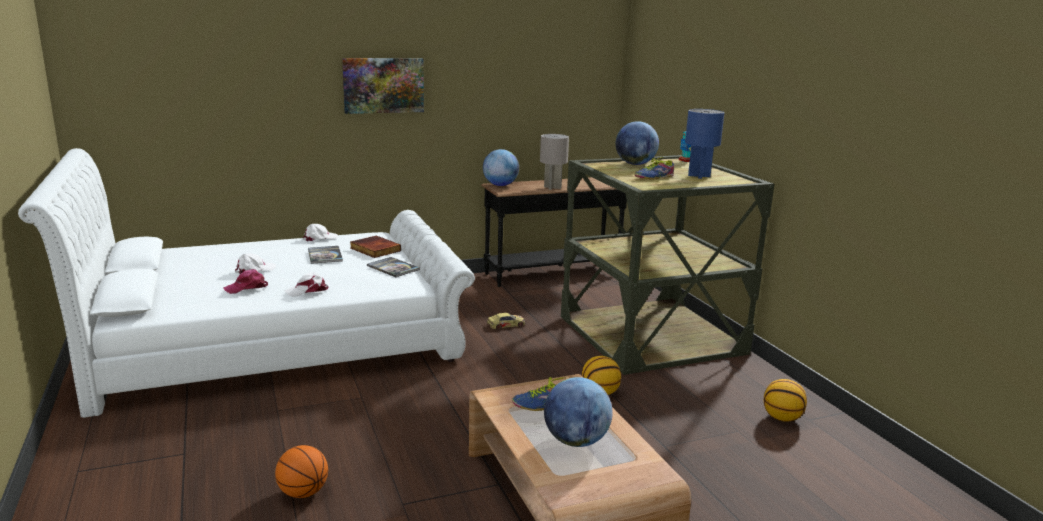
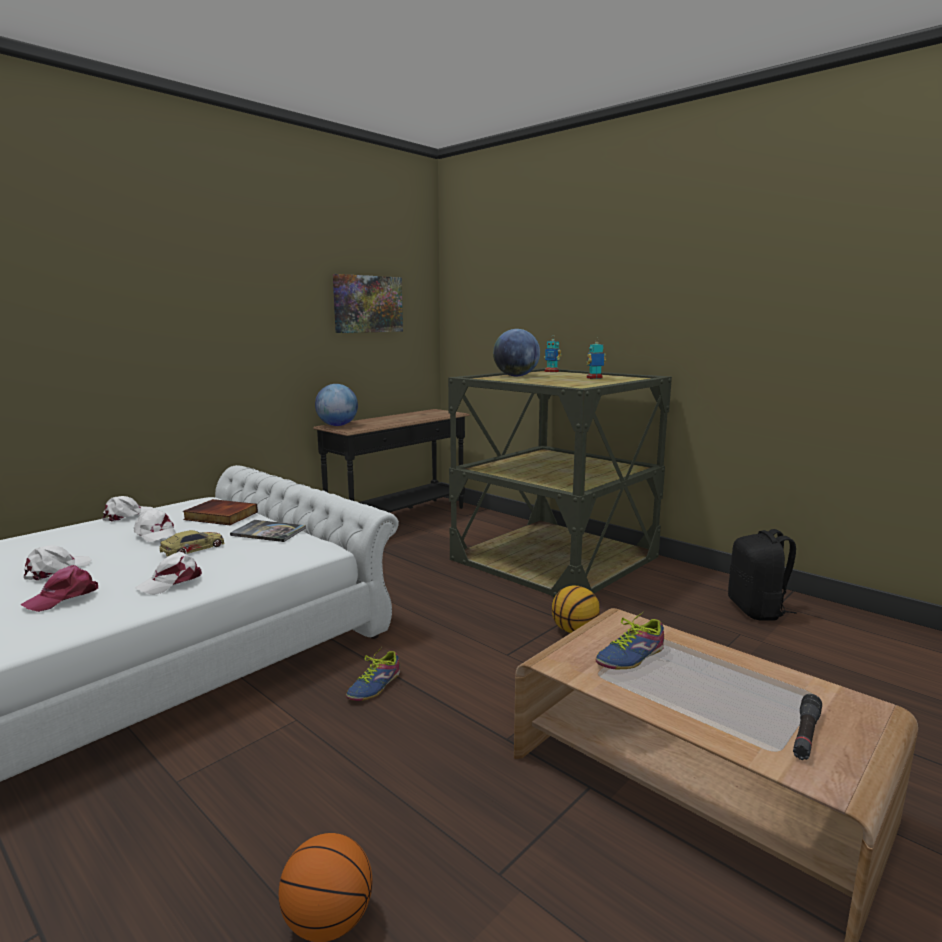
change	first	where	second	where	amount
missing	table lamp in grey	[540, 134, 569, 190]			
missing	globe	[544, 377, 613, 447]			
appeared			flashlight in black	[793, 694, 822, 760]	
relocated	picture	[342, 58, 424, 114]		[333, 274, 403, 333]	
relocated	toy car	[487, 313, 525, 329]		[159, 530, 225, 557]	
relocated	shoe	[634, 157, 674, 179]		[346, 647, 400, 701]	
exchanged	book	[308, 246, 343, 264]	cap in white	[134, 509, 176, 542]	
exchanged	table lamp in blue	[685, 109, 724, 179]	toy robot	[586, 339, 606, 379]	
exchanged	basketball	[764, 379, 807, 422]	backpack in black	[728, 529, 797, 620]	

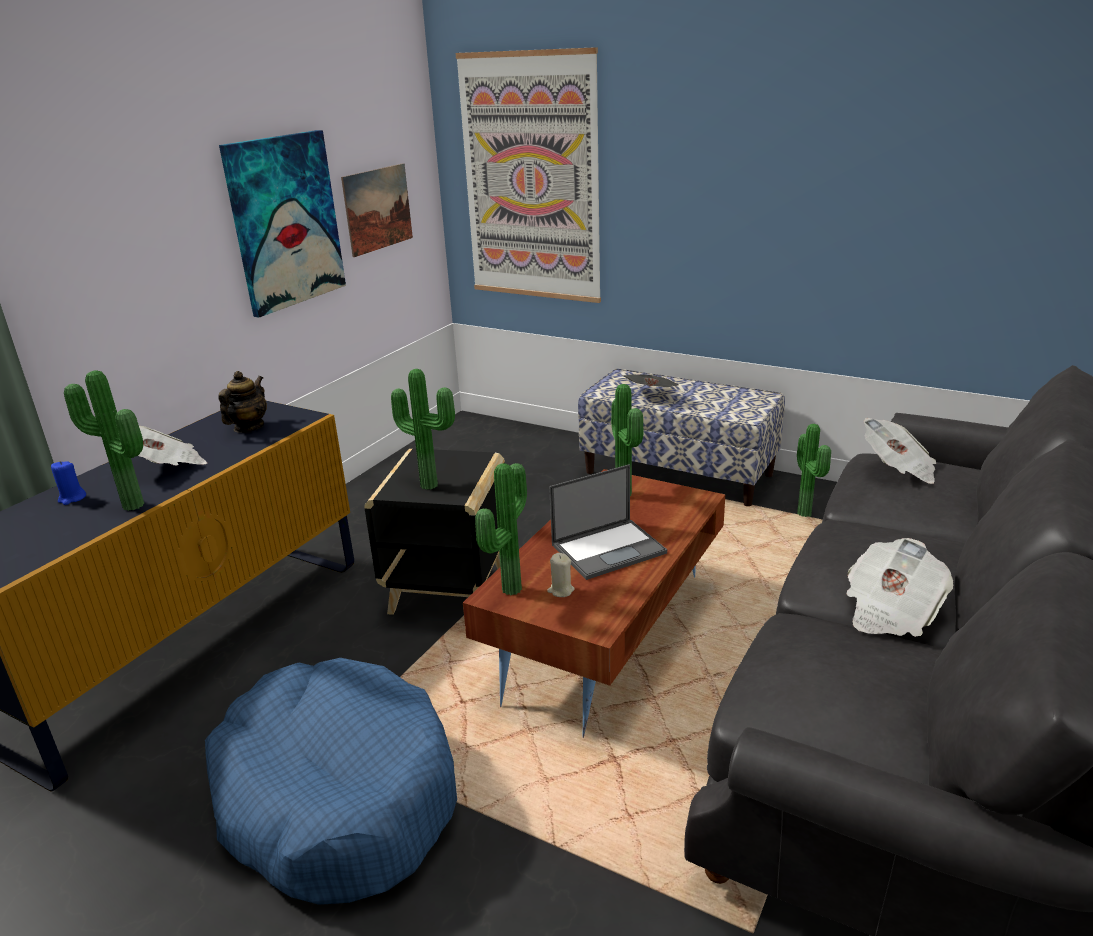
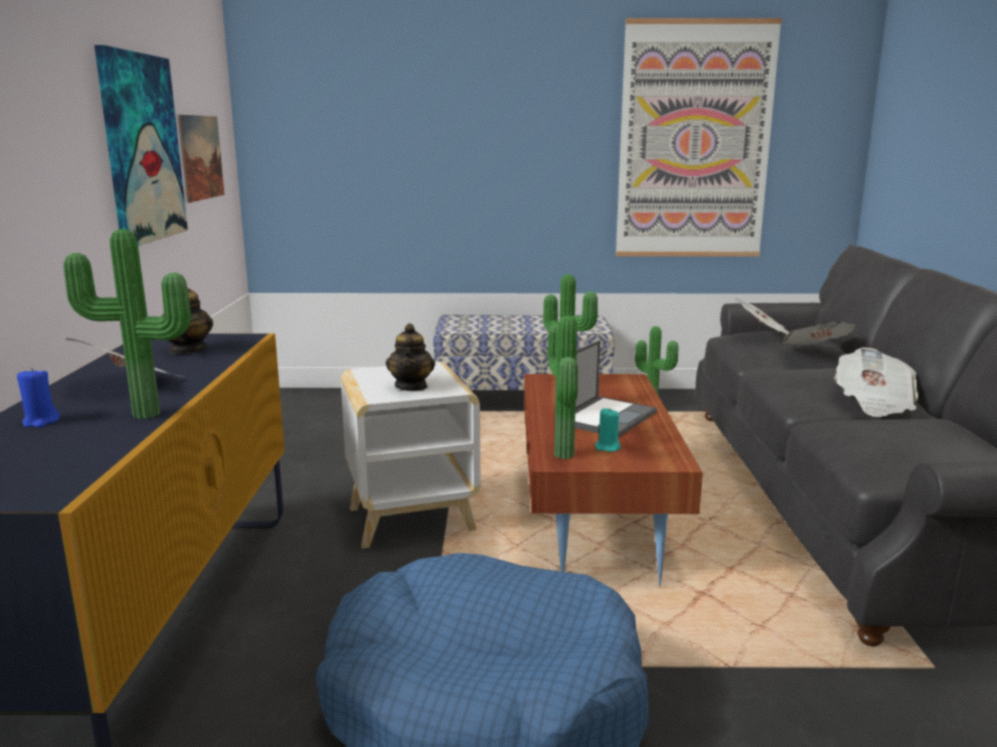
change	first	where	second	where	amount
relocated	picture	[456, 47, 601, 303]		[616, 18, 782, 257]	
relocated	newspaper	[621, 374, 679, 387]		[782, 322, 856, 344]	
exchanged	potted plant	[391, 369, 455, 490]	teapot	[386, 323, 435, 391]	
colour	side table in black	[365, 448, 505, 615]	side table in white	[341, 362, 481, 549]	
colour	candle in beige	[547, 553, 575, 597]	candle in turquoise	[595, 408, 621, 452]	

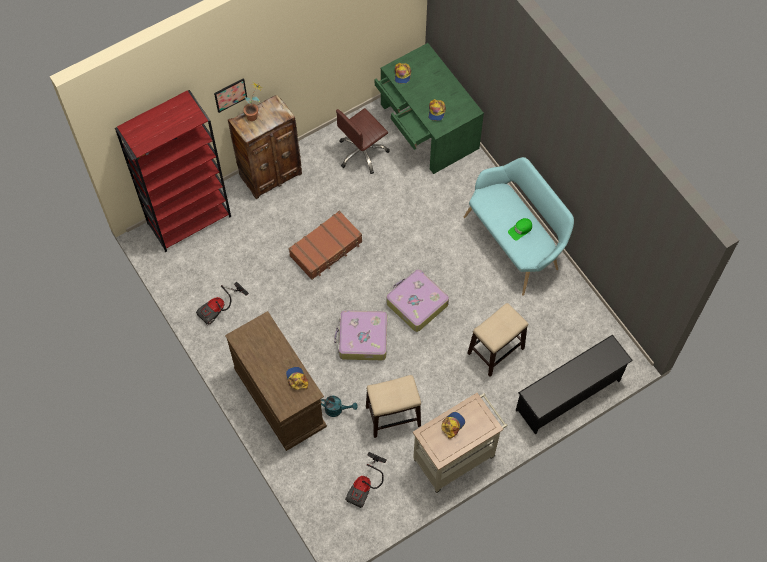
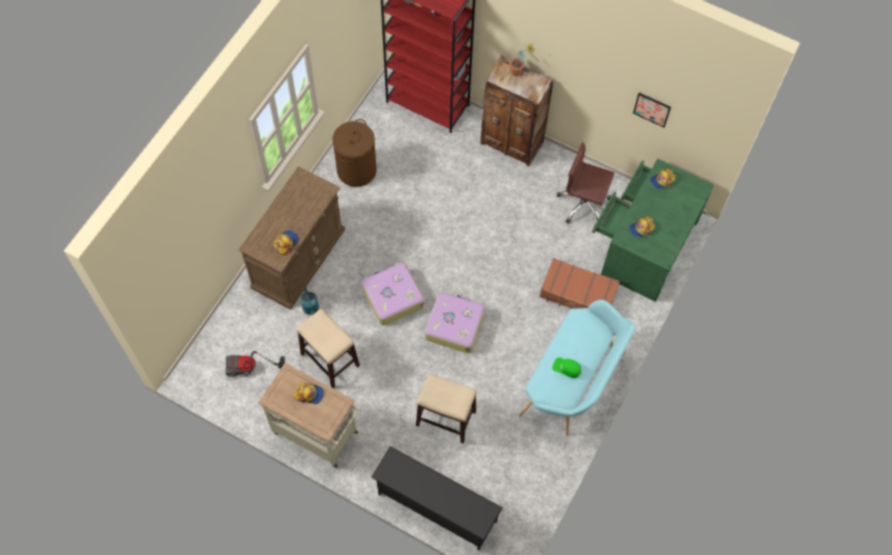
change	first	where	second	where	amount
relocated	picture	[214, 78, 247, 113]		[633, 93, 671, 127]	
relocated	suitcase in brown	[288, 211, 362, 280]		[539, 258, 620, 309]	
exchanged	vacuum cleaner	[196, 281, 249, 325]	laundry basket in brown	[332, 119, 377, 187]	

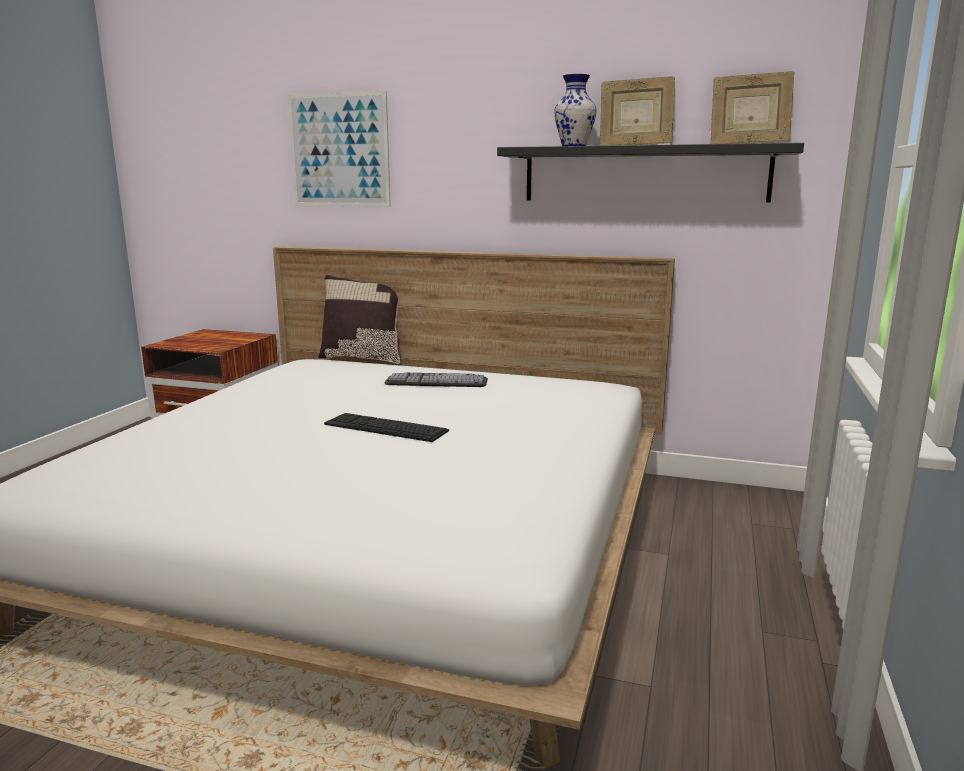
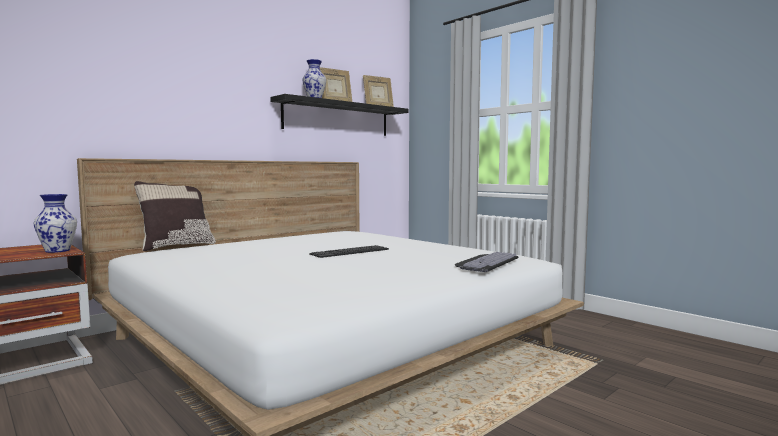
change	first	where	second	where	amount
missing	picture	[288, 91, 391, 207]			
appeared			vase	[33, 194, 77, 253]	
relocated	keyboard	[384, 373, 488, 387]		[455, 252, 518, 272]	

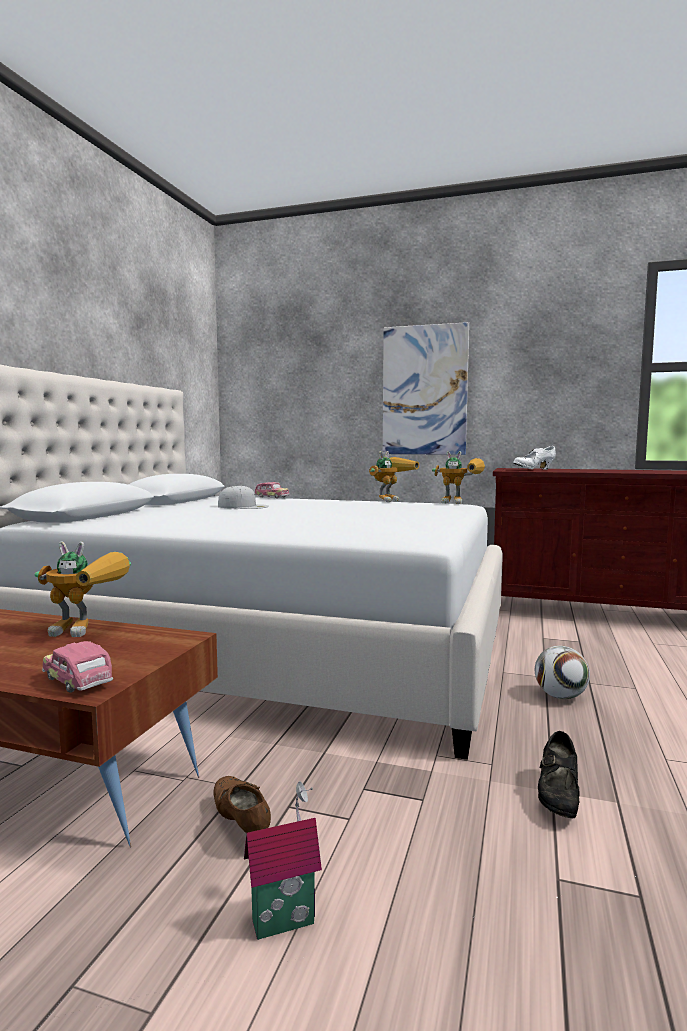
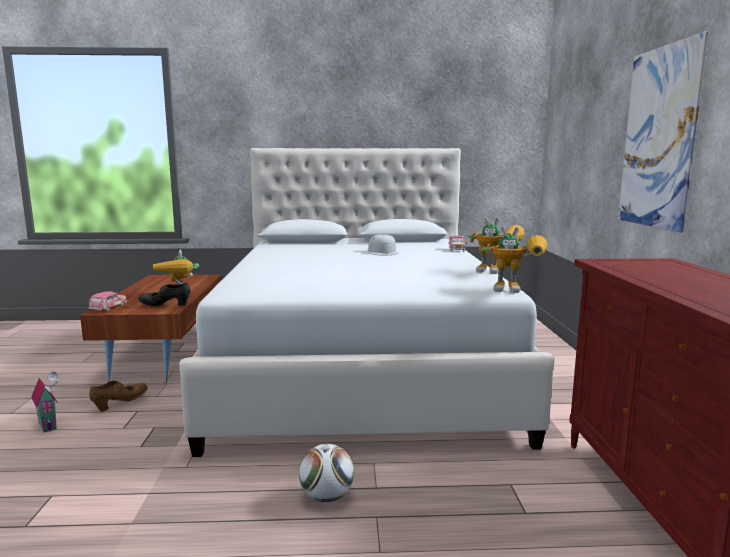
change	first	where	second	where	amount
missing	shoe in white	[513, 446, 556, 470]			
relocated	shoe in black	[538, 731, 580, 818]		[138, 282, 190, 306]	
spun	toy robot	[432, 451, 485, 504]		[482, 227, 548, 293]	75 degrees counterclockwise

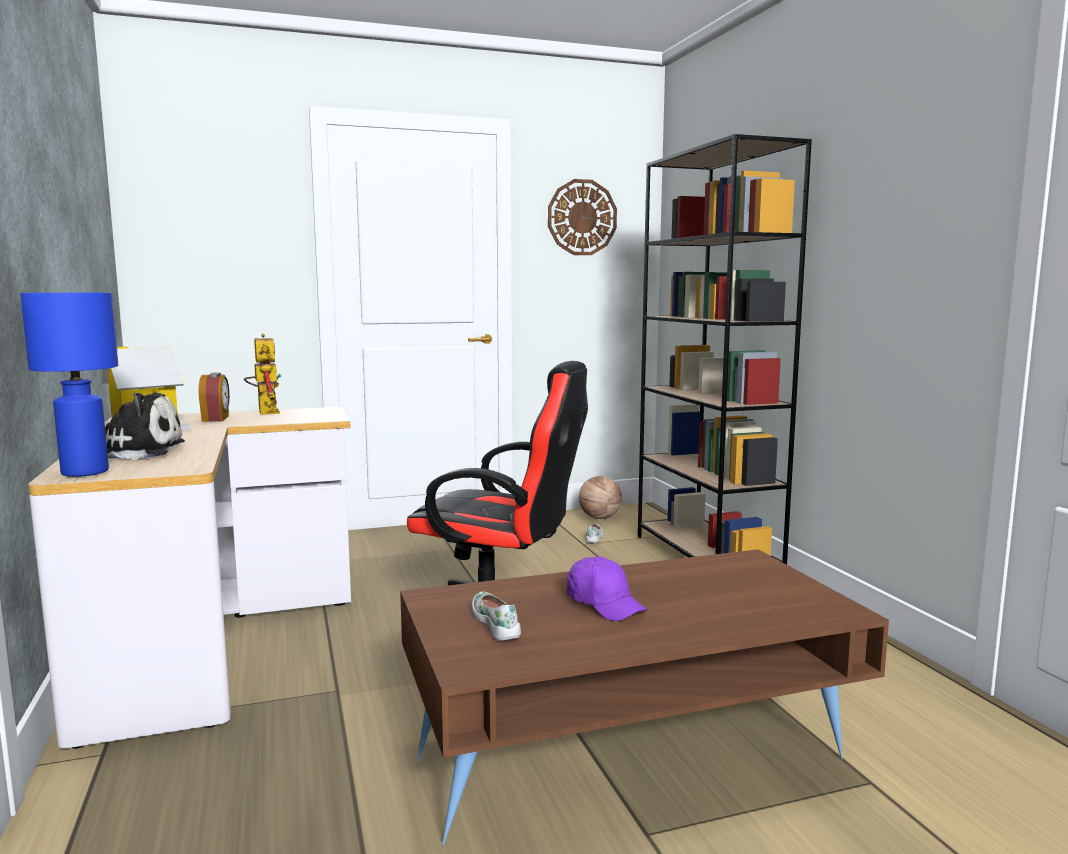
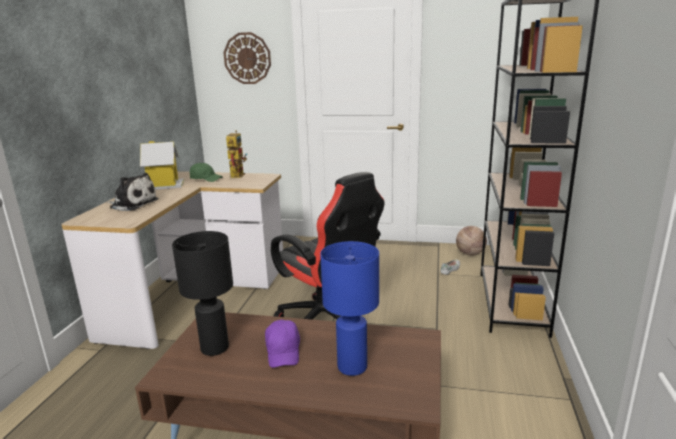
change	first	where	second	where	amount
relocated	table lamp in blue	[20, 293, 118, 477]		[320, 241, 379, 376]	
relocated	wall clock	[548, 179, 617, 255]		[223, 32, 271, 84]	
exchanged	alarm clock	[199, 372, 230, 422]	cap in green	[190, 163, 223, 182]	
exchanged	shoe in white	[472, 592, 521, 641]	table lamp in black	[172, 231, 233, 356]	

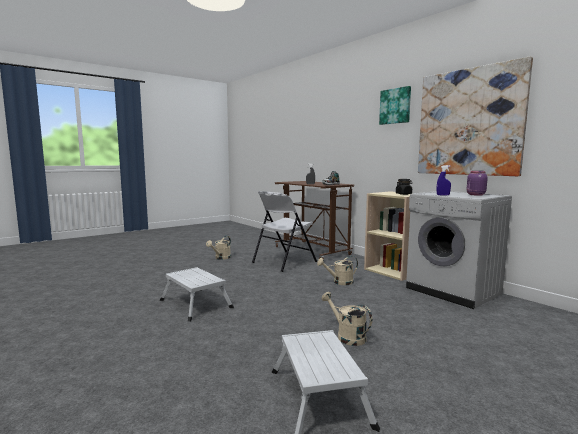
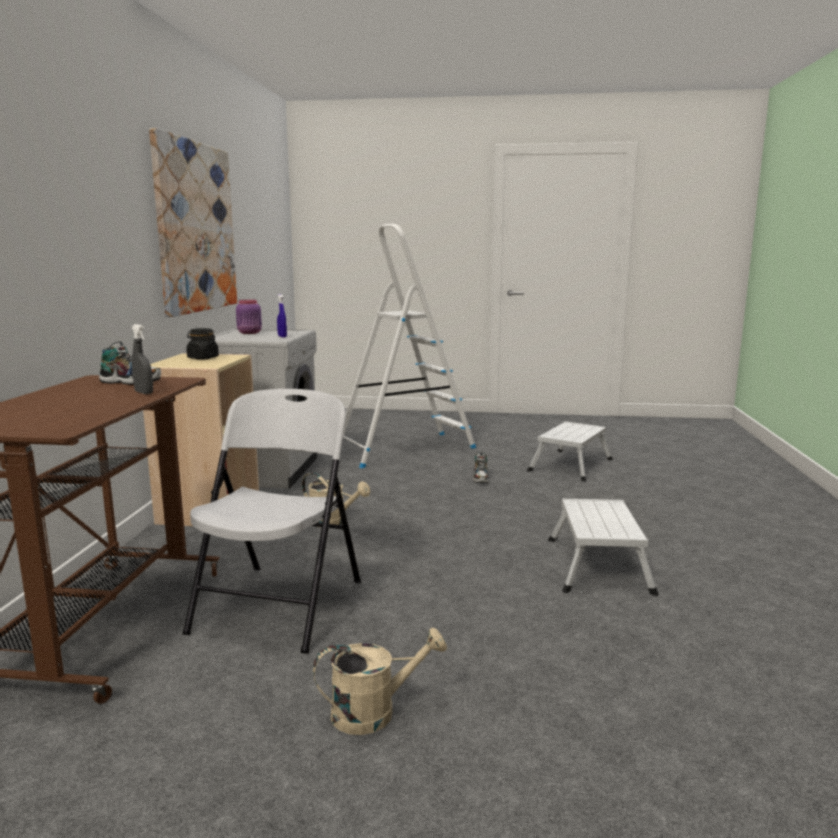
change	first	where	second	where	amount
missing	picture	[379, 86, 411, 125]			
appeared			step ladder in white	[343, 224, 476, 468]	
exchanged	watering can in beige	[322, 292, 372, 346]	shoe	[473, 453, 490, 483]	
spun	chair in white	[252, 191, 317, 272]		[182, 389, 361, 654]	75 degrees counterclockwise

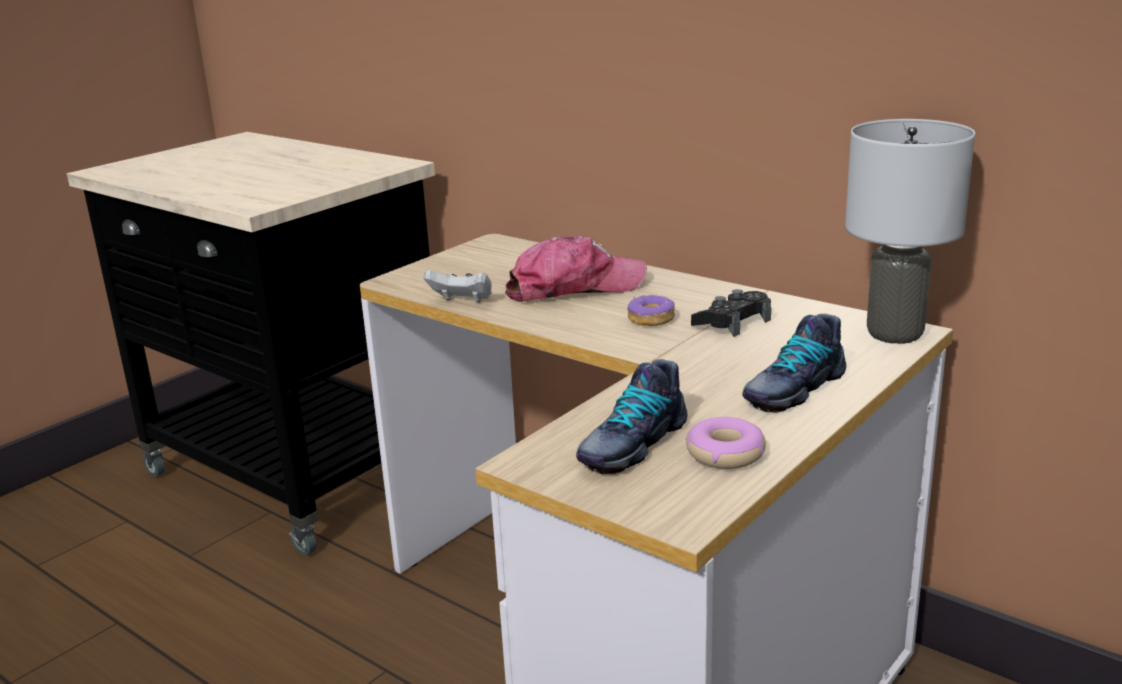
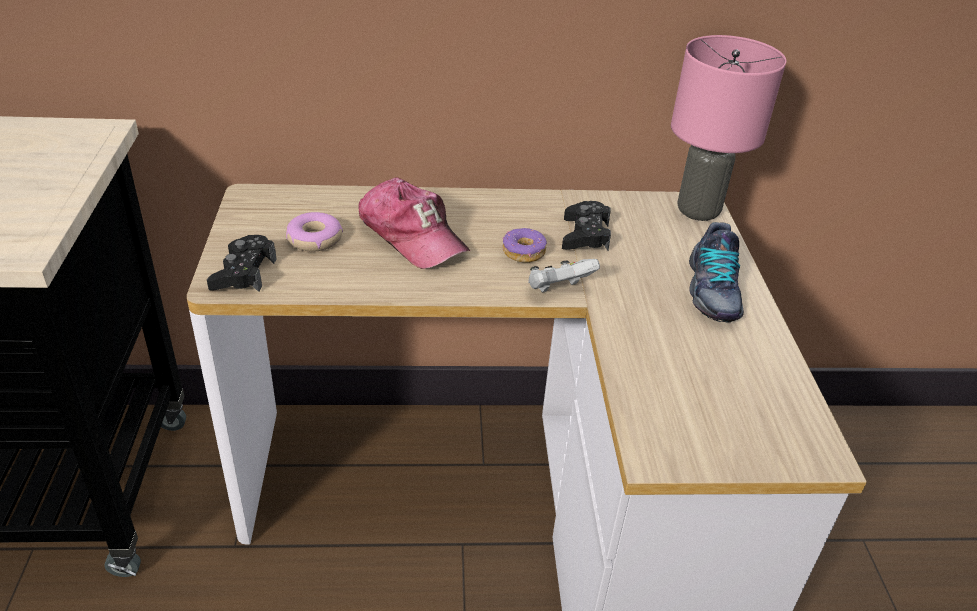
change	first	where	second	where	amount
missing	shoe	[576, 359, 687, 475]			
appeared			game controller in black	[207, 235, 276, 292]	
relocated	game controller in white	[424, 270, 492, 302]		[528, 259, 600, 293]	
relocated	donut	[686, 417, 766, 469]		[286, 212, 343, 251]	
colour	table lamp in white	[845, 119, 975, 344]	table lamp in pink	[671, 35, 786, 221]	
spun	cap	[505, 236, 647, 302]		[359, 177, 470, 269]	105 degrees clockwise

